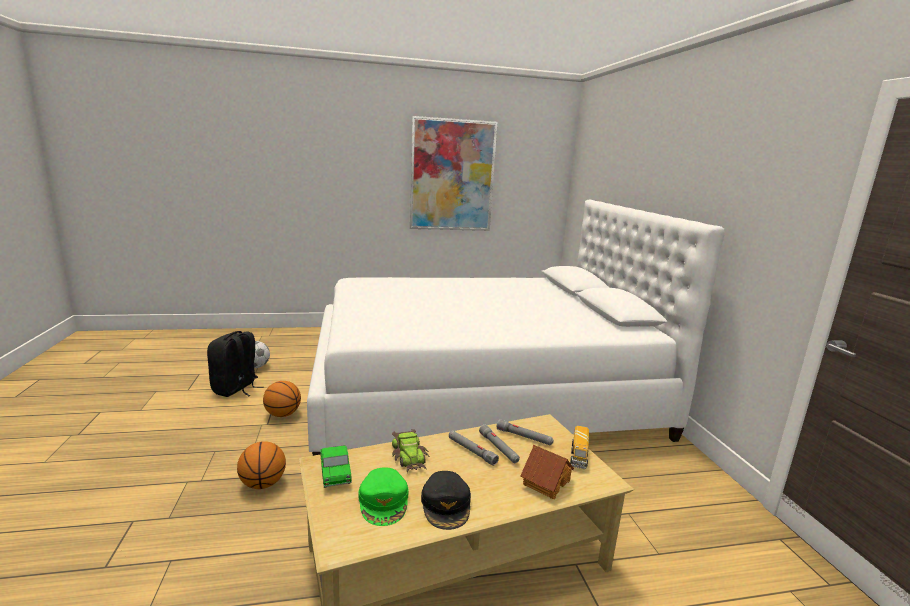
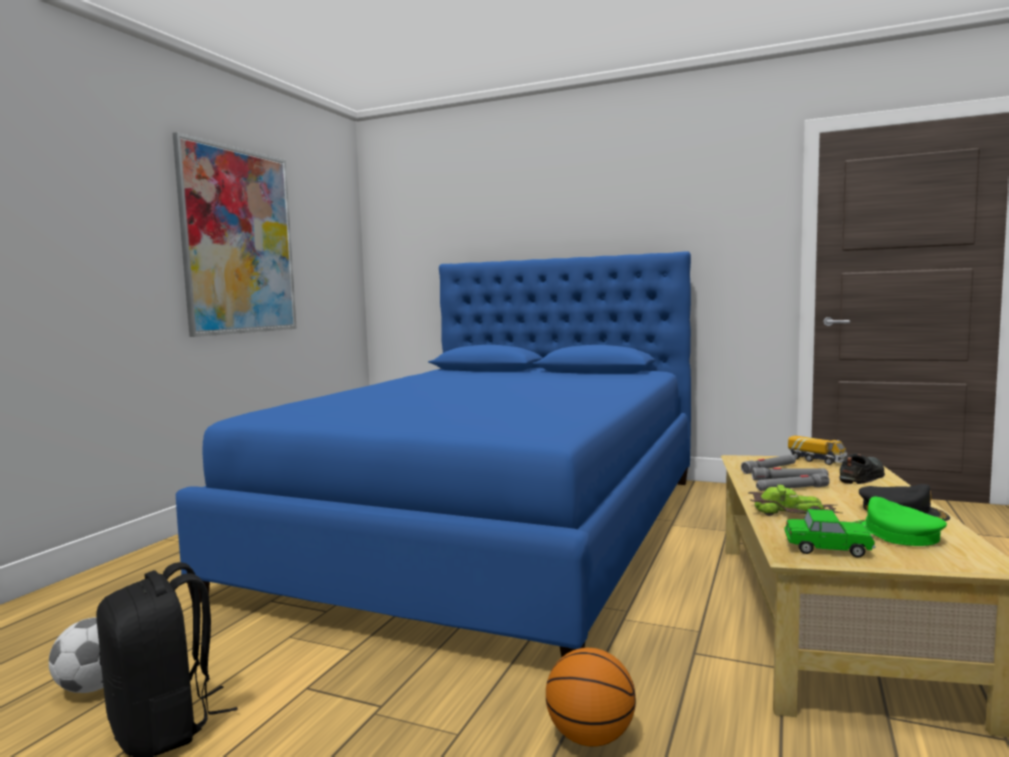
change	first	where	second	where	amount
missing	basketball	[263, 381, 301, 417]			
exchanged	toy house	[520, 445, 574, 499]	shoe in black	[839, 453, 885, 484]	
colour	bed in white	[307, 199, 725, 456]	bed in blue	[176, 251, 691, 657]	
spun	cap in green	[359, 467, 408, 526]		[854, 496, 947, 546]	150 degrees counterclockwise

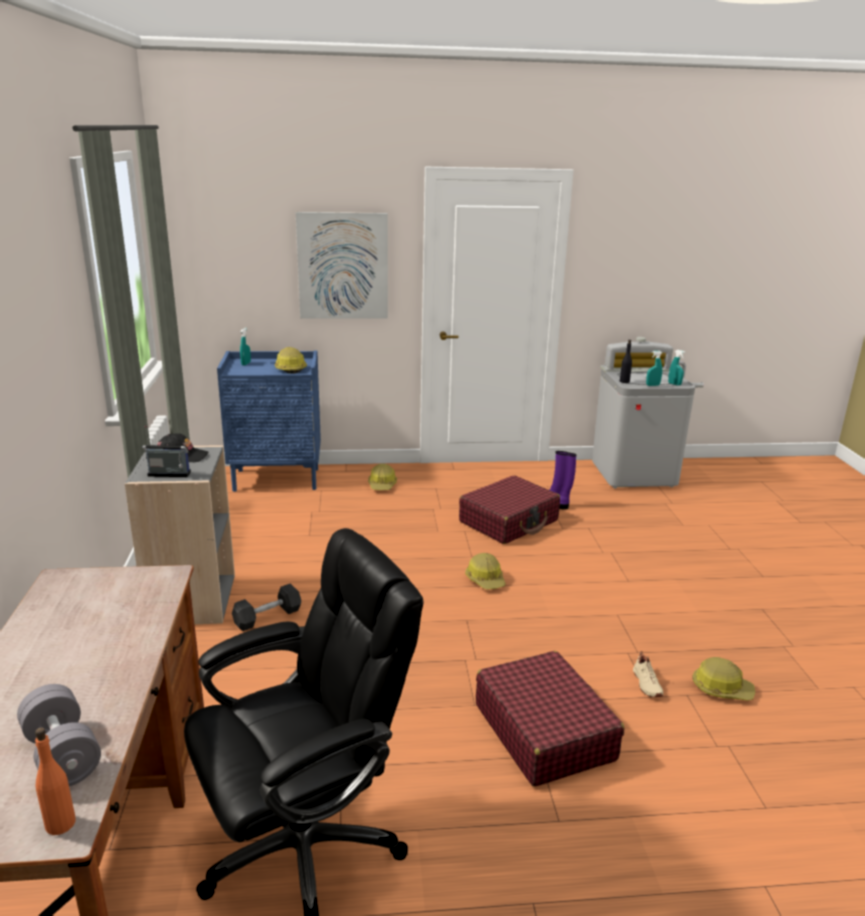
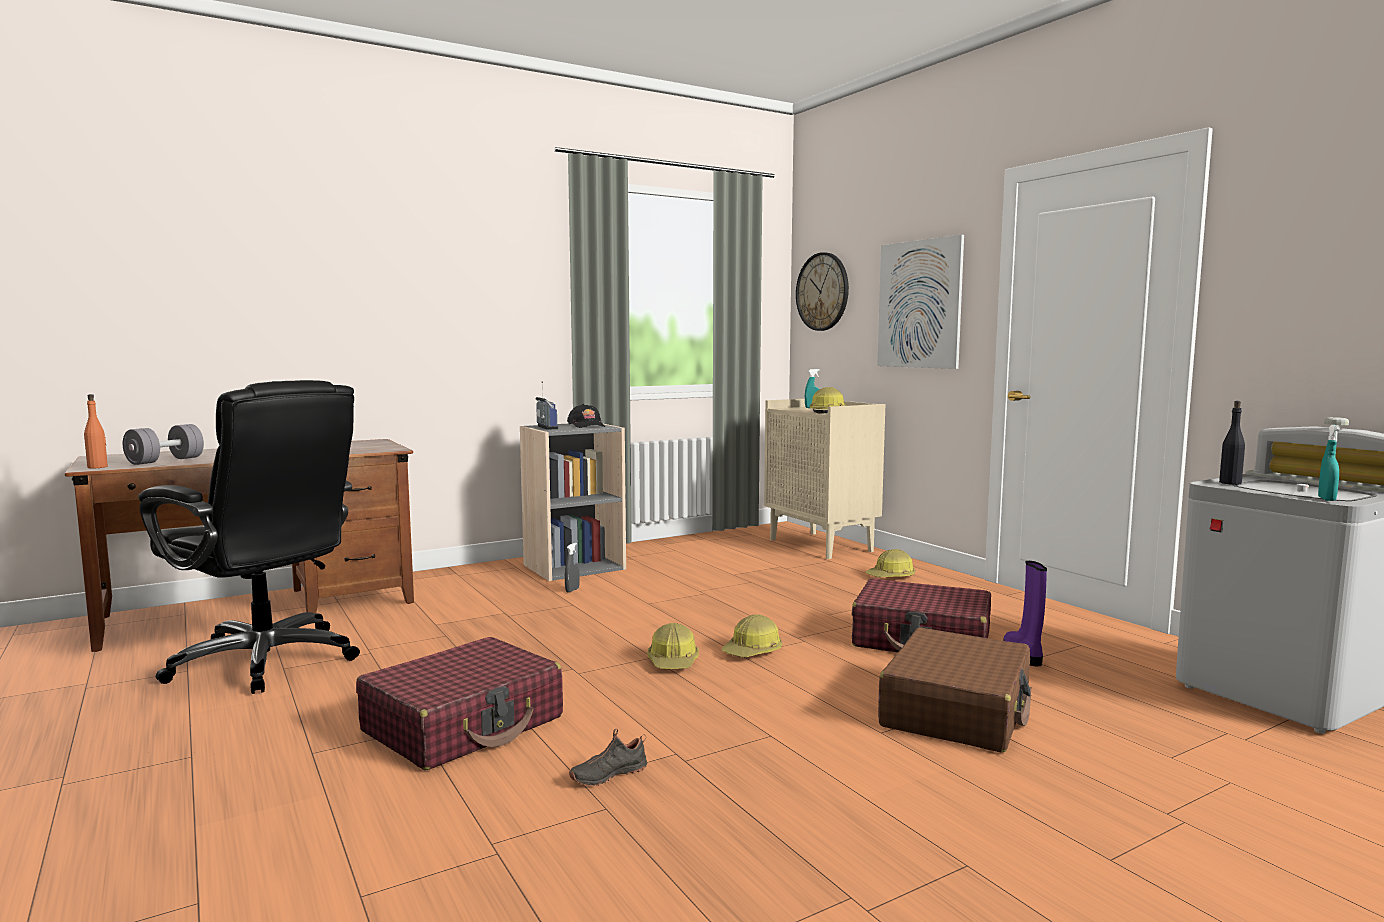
change	first	where	second	where	amount
missing	spray bottle in turquoise	[646, 351, 662, 386]			
appeared			wall clock	[796, 252, 849, 331]	
appeared			suitcase in brown	[878, 627, 1031, 753]	
relocated	hard hat	[693, 657, 755, 701]		[648, 623, 699, 669]	
exchanged	dumbbell in grey	[232, 584, 301, 631]	spray bottle in grey	[565, 543, 580, 593]	
colour	cabinet in blue	[217, 351, 321, 492]	cabinet in beige	[764, 399, 885, 559]	
colour	shoe in beige	[633, 651, 663, 697]	shoe in black	[569, 728, 647, 786]	

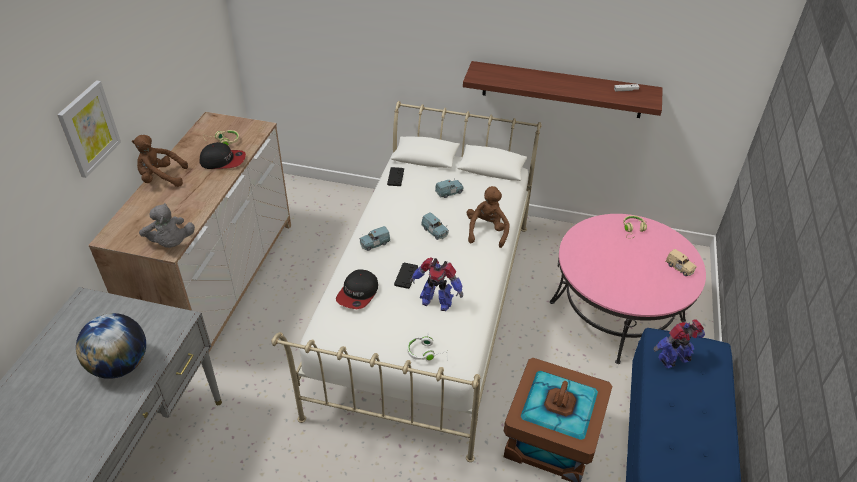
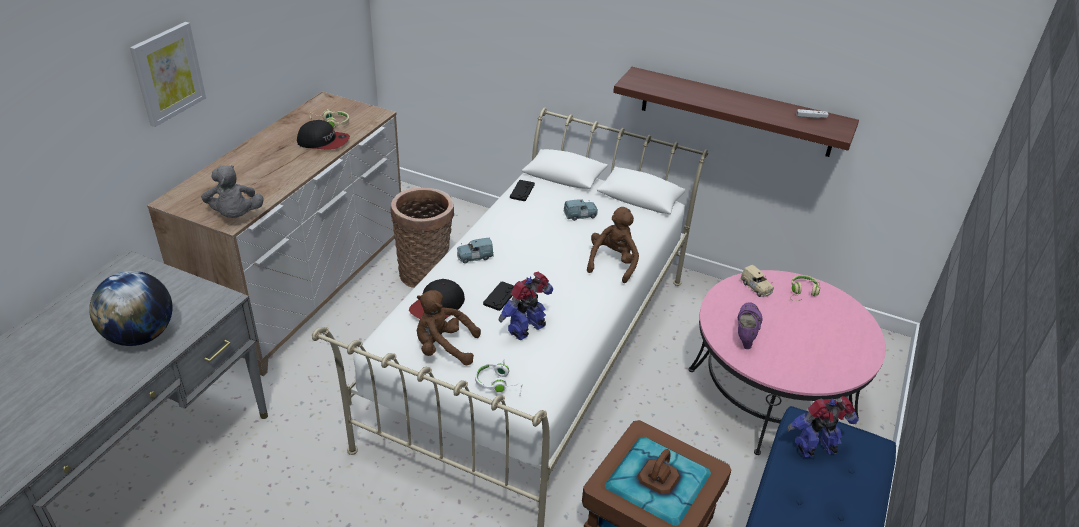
change	first	where	second	where	amount
missing	toy car in blue	[421, 212, 449, 240]			
appeared			basket	[390, 188, 454, 288]	
appeared			shoe in purple	[738, 302, 762, 349]	
relocated	plush toy in brown	[132, 135, 188, 187]		[417, 290, 481, 365]	
relocated	toy car in beige	[665, 249, 697, 276]		[740, 265, 774, 297]	
spun	toy robot	[410, 257, 463, 311]		[498, 272, 553, 340]	105 degrees clockwise

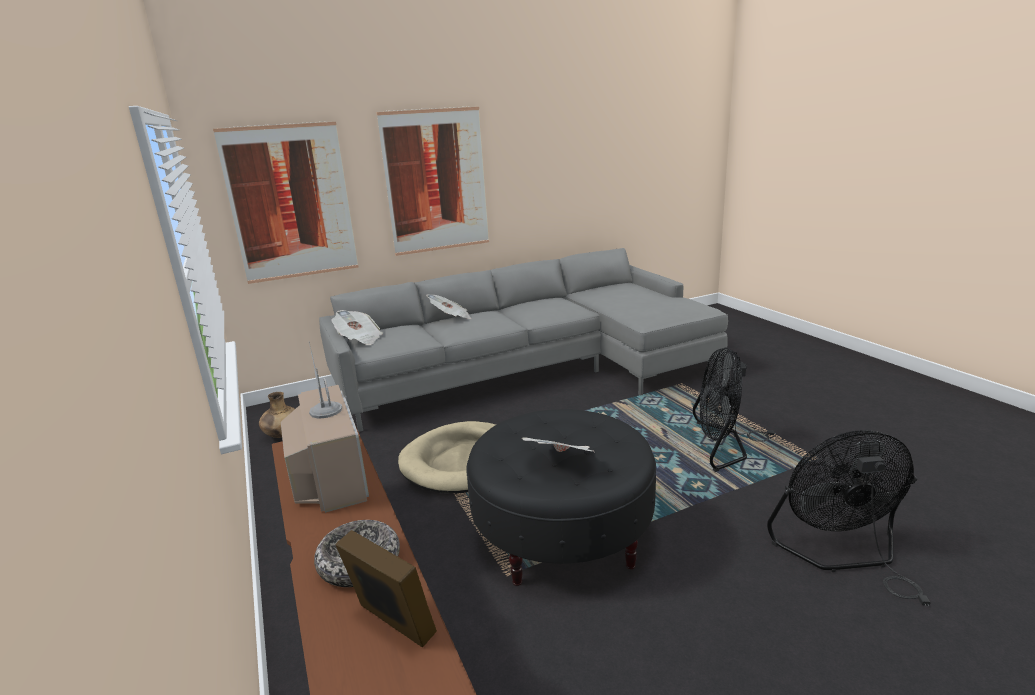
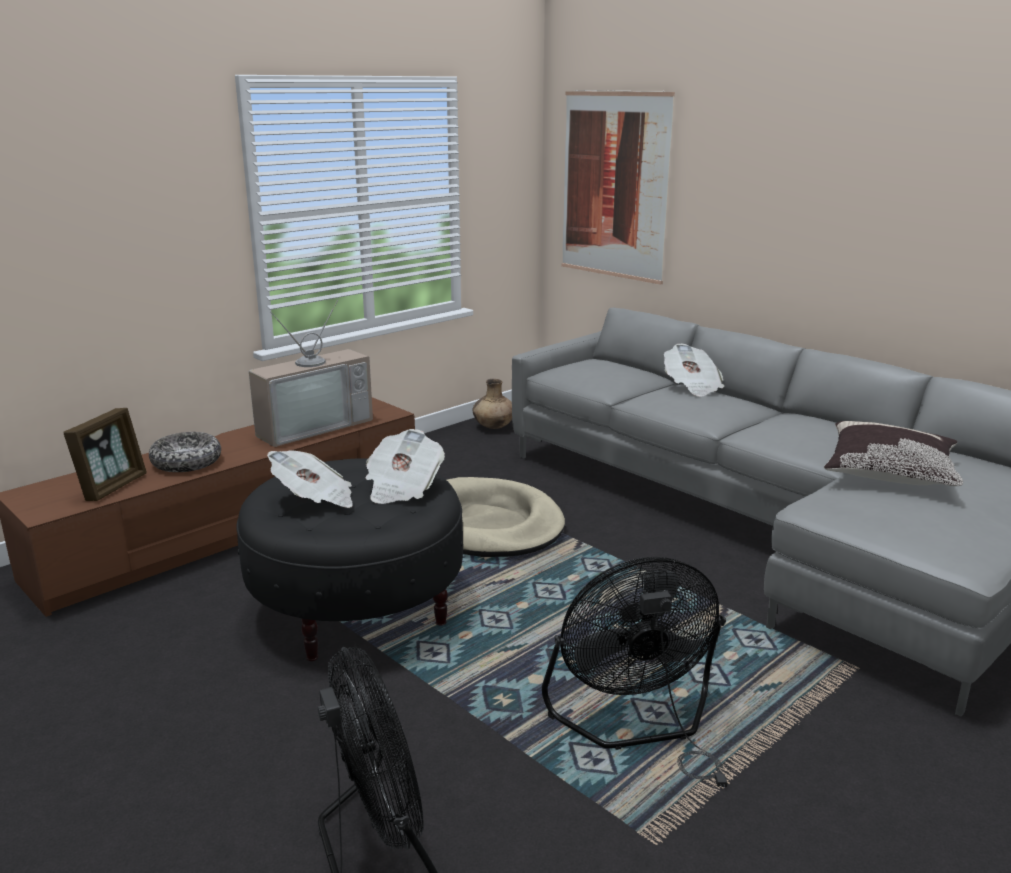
change	first	where	second	where	amount
missing	picture	[376, 106, 489, 256]			
appeared			pillow	[824, 421, 963, 486]	
relocated	newspaper	[332, 310, 383, 345]		[366, 429, 445, 504]	

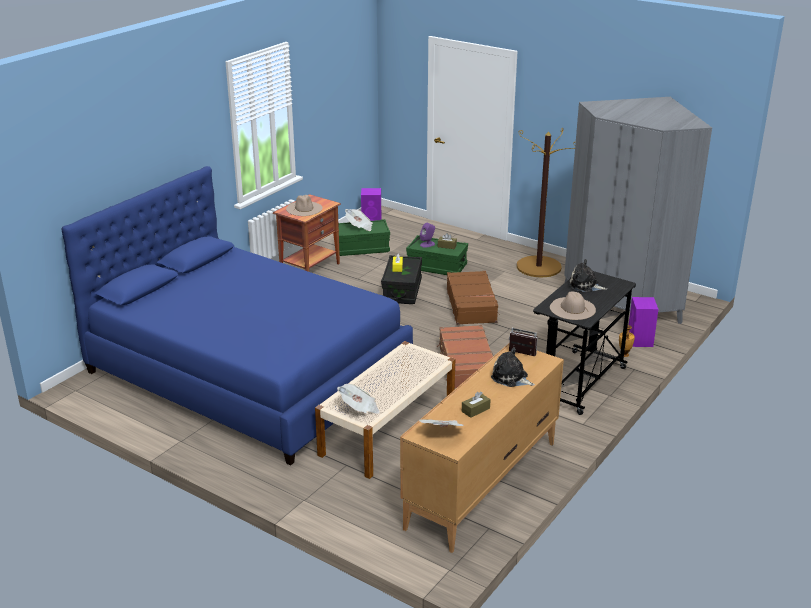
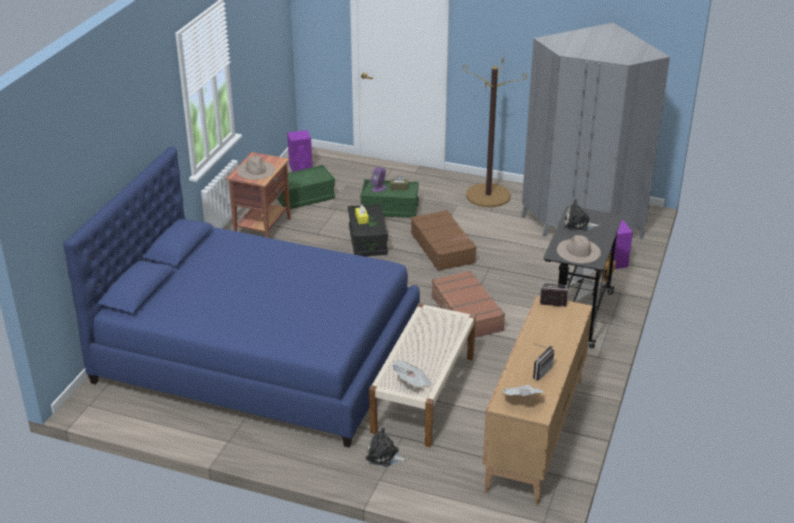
change	first	where	second	where	amount
missing	newspaper	[345, 209, 373, 231]			
relocated	plush toy	[491, 347, 535, 387]		[366, 427, 407, 467]	
exchanged	tissue box in brown	[462, 391, 491, 418]	radio	[533, 344, 555, 380]	

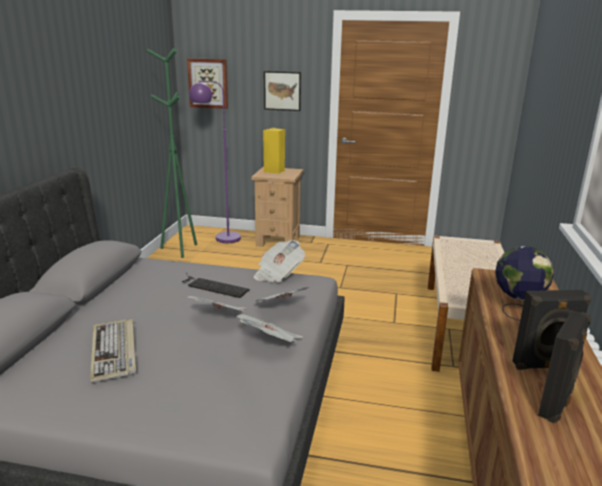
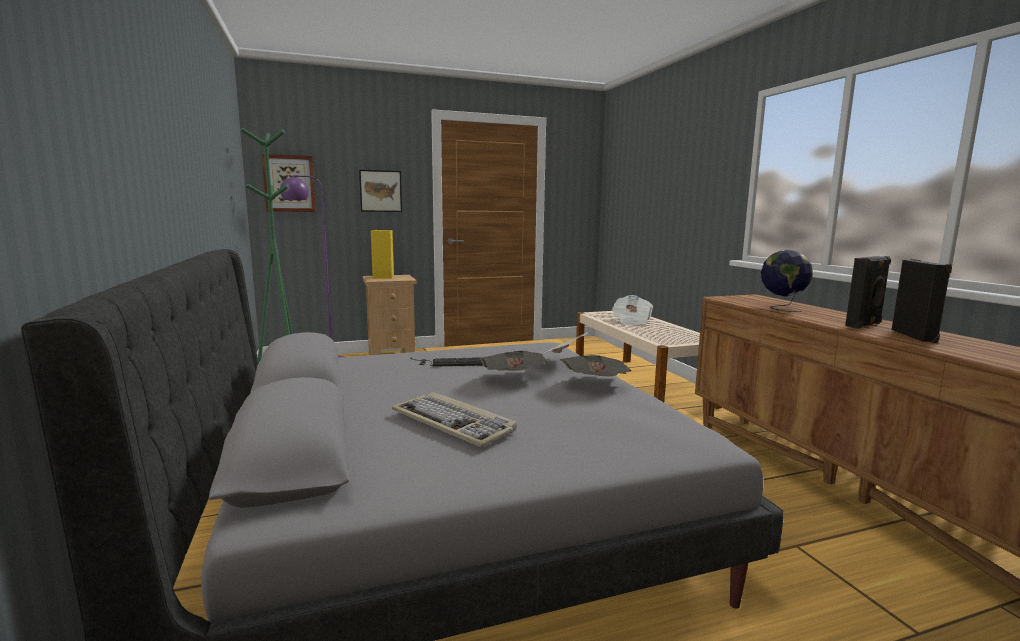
change	first	where	second	where	amount
relocated	newspaper	[254, 240, 305, 283]		[612, 295, 653, 326]	

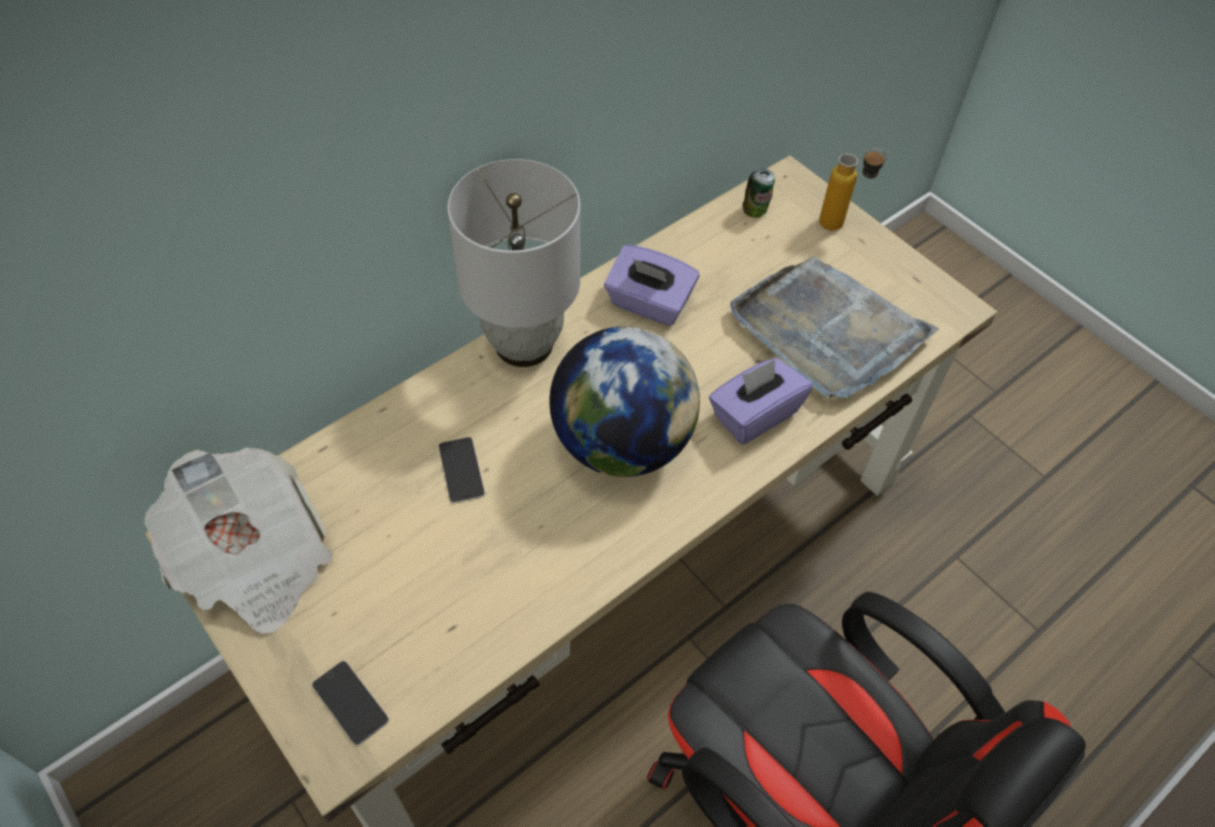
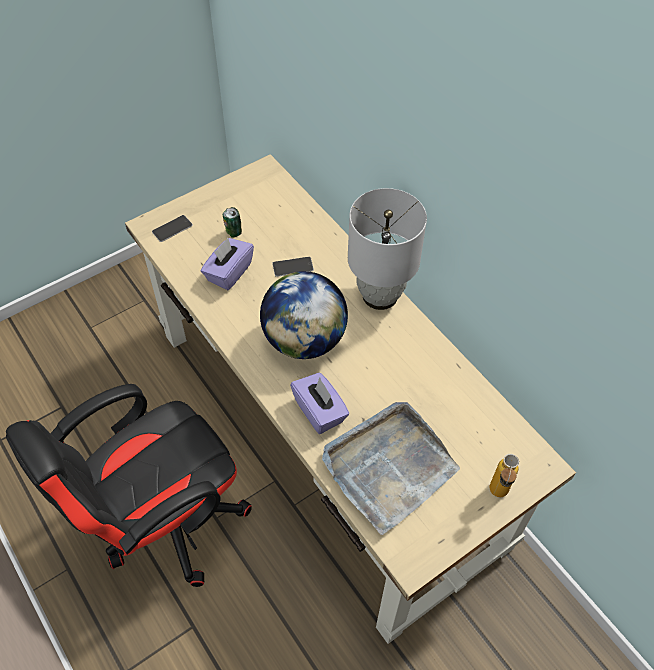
change	first	where	second	where	amount
missing	newspaper	[144, 448, 334, 634]			
relocated	tissue box in purple	[604, 245, 699, 326]		[201, 238, 254, 290]	
relocated	can	[743, 169, 775, 218]		[222, 207, 242, 238]	

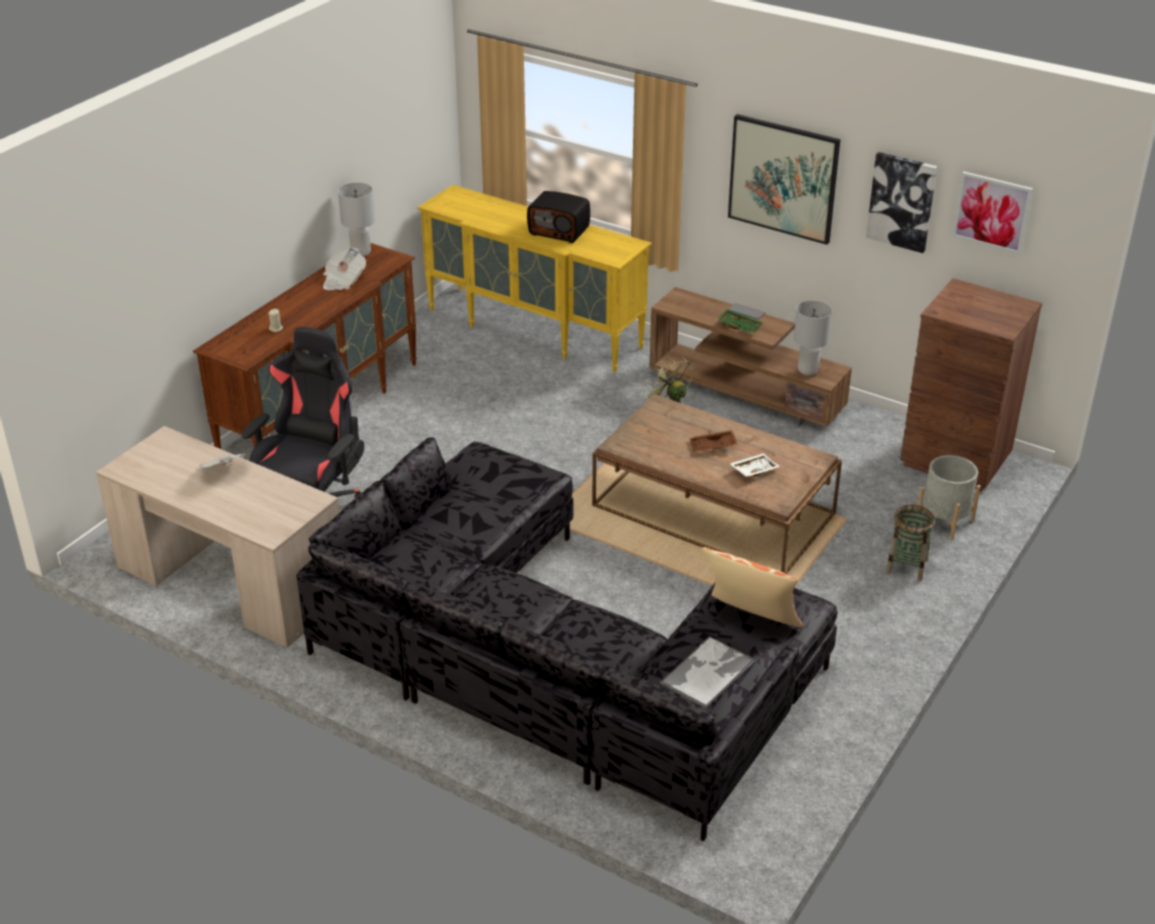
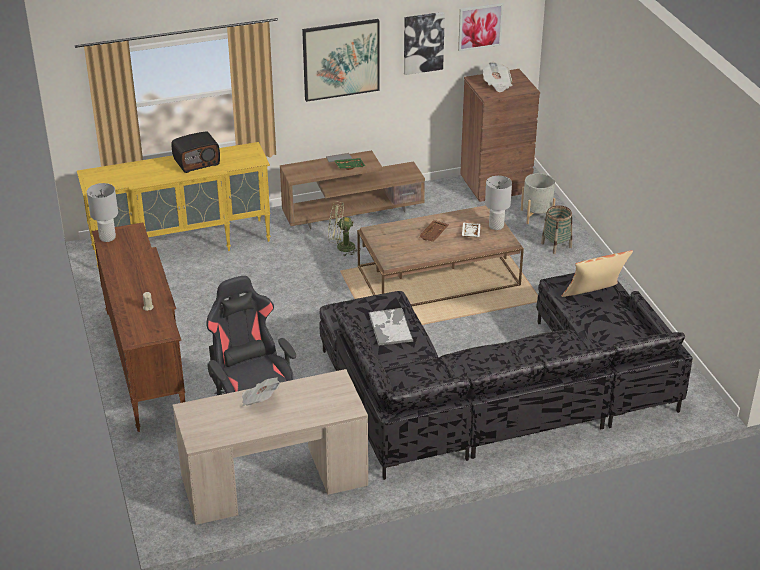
change	first	where	second	where	amount
relocated	newspaper	[323, 248, 366, 290]		[483, 62, 513, 92]	
relocated	tray	[660, 636, 754, 709]		[369, 308, 413, 346]	
relocated	table lamp in grey	[794, 300, 832, 376]		[485, 176, 512, 230]	

